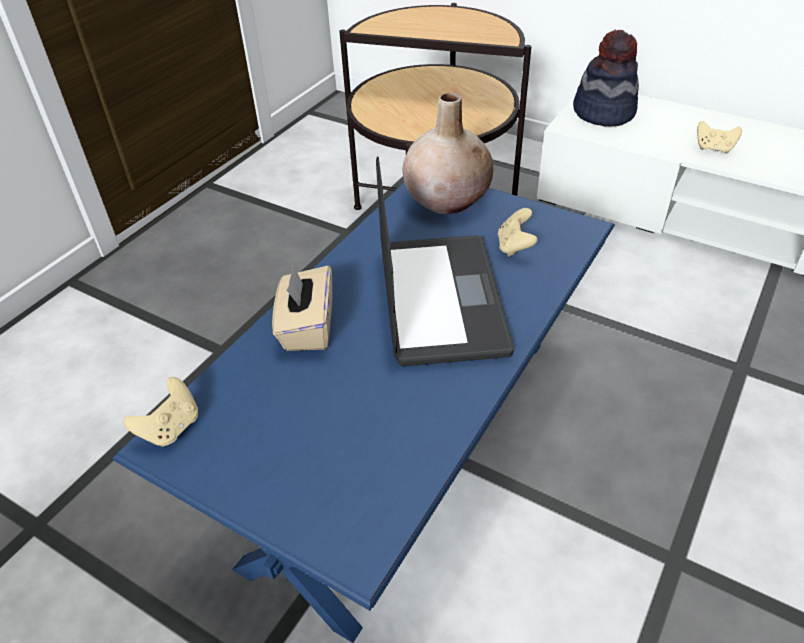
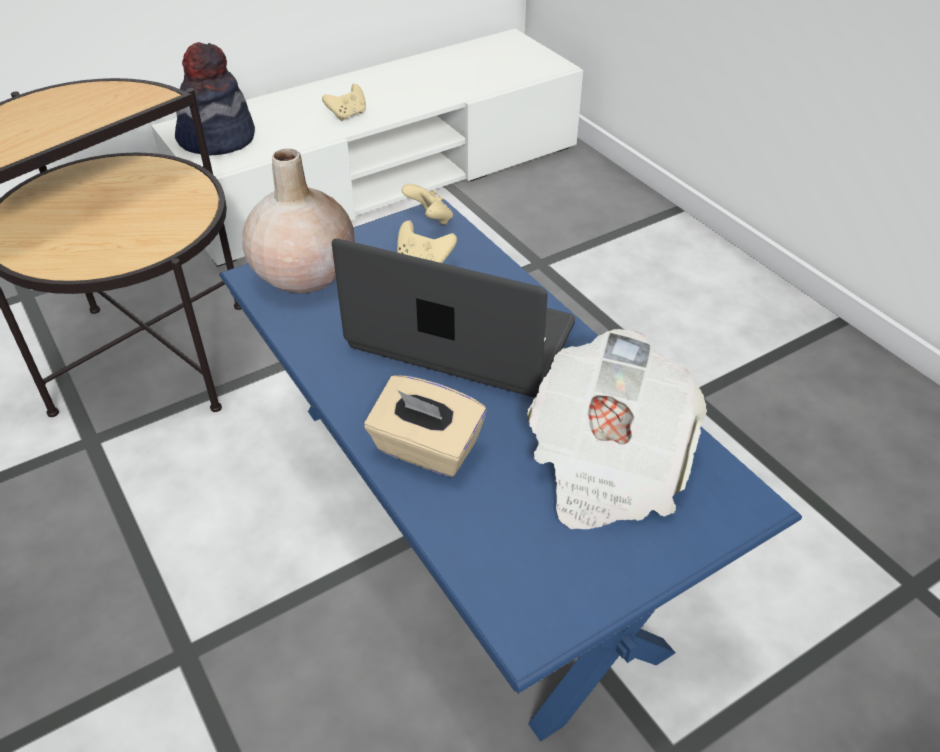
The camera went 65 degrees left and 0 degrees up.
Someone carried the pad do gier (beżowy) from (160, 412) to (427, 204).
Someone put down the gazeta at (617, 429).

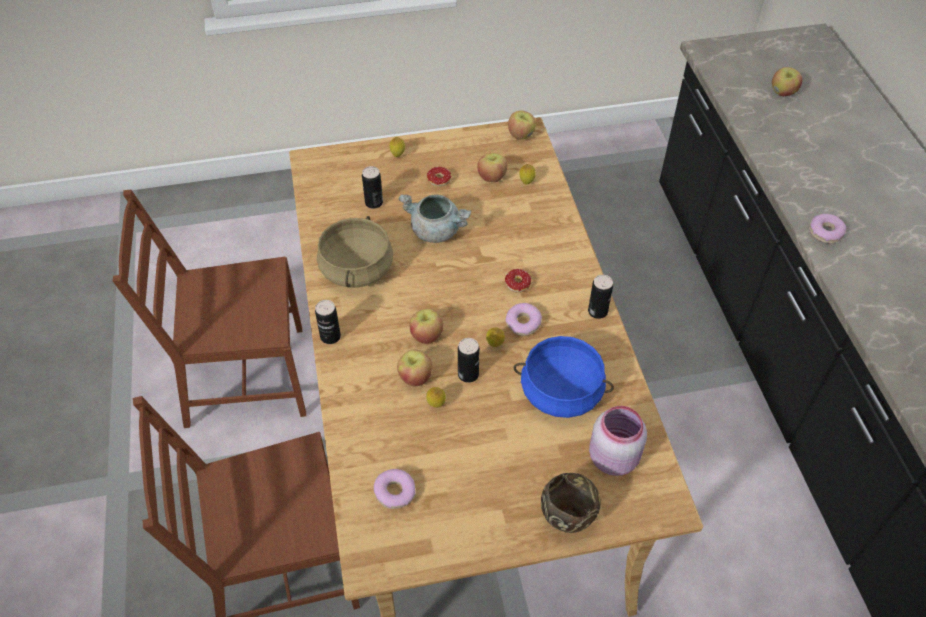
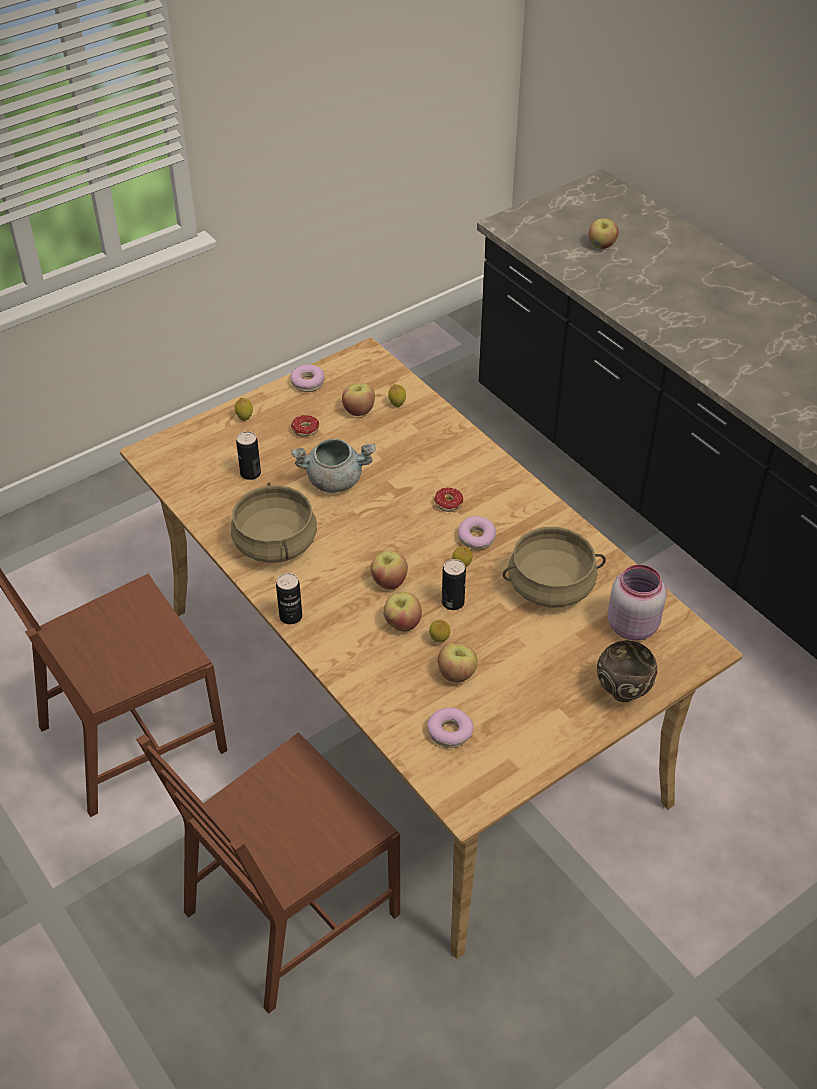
The camera went 25 degrees left and 5 degrees down.
Someone carried the donut from (827, 229) to (308, 378).
Someone carried the jabłko from (522, 125) to (457, 662).
Someone repainted the garnek (niebieski) at (564, 377), which became the garnek (beżowy) at (554, 567).
Someone took away the puszka at (600, 297).

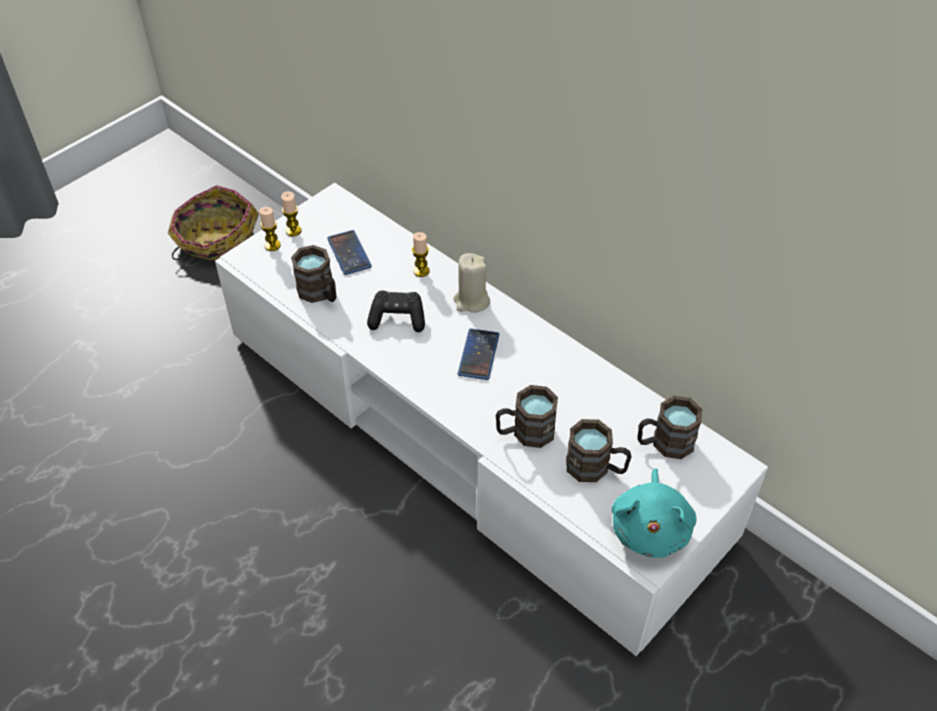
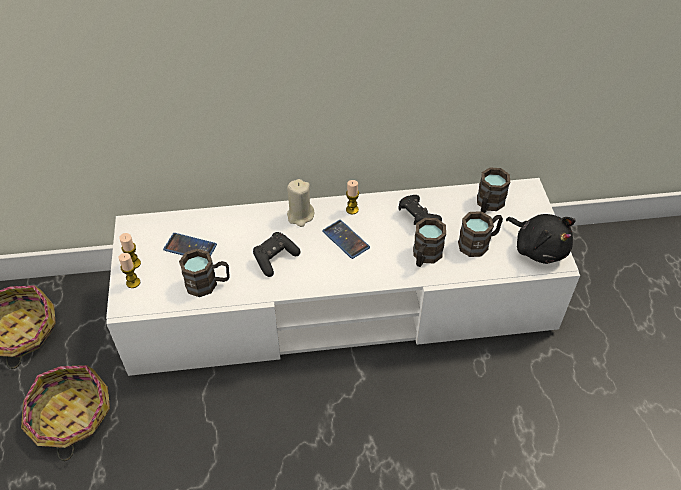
The camera went 50 degrees left and 0 degrees up.
Someone put down the koszyk at (65, 413).
Someone carried the świeca from (420, 254) to (352, 197).
Someone put down the pad do gier (czarny) at (420, 210).
Someone repainted the pluszak (turkusowy) at (654, 513), which became the pluszak (czarny) at (541, 239).

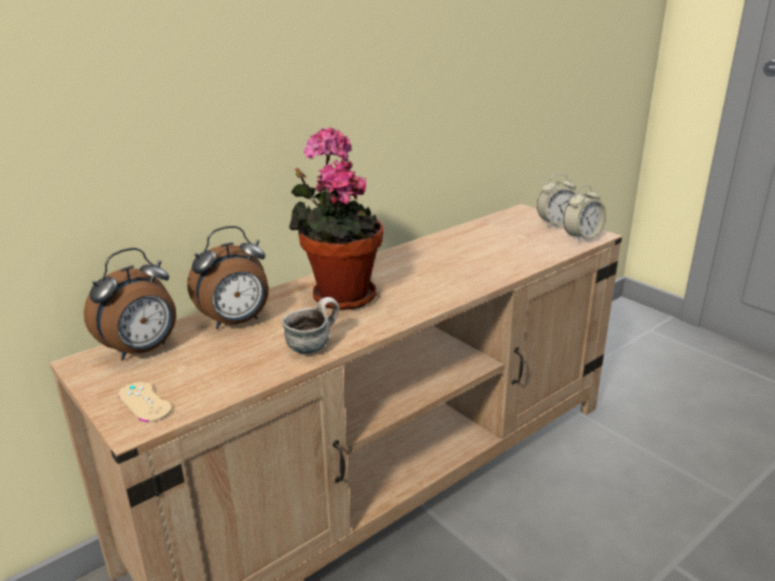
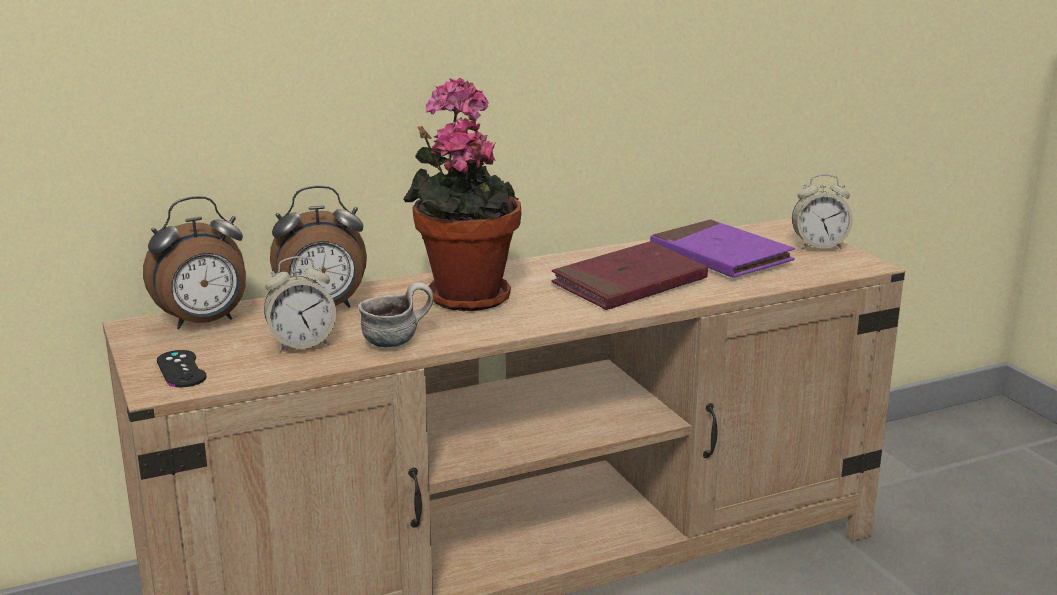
The camera went 15 degrees right and 5 degrees down.
Someone repainted the pad do gier (beżowy) at (145, 402), which became the pad do gier (czarny) at (181, 368).
Someone carried the budzik from (584, 214) to (300, 304).
Someone put down the książka (czerwony) at (629, 275).
Someone put down the książka (fioletowy) at (722, 248).

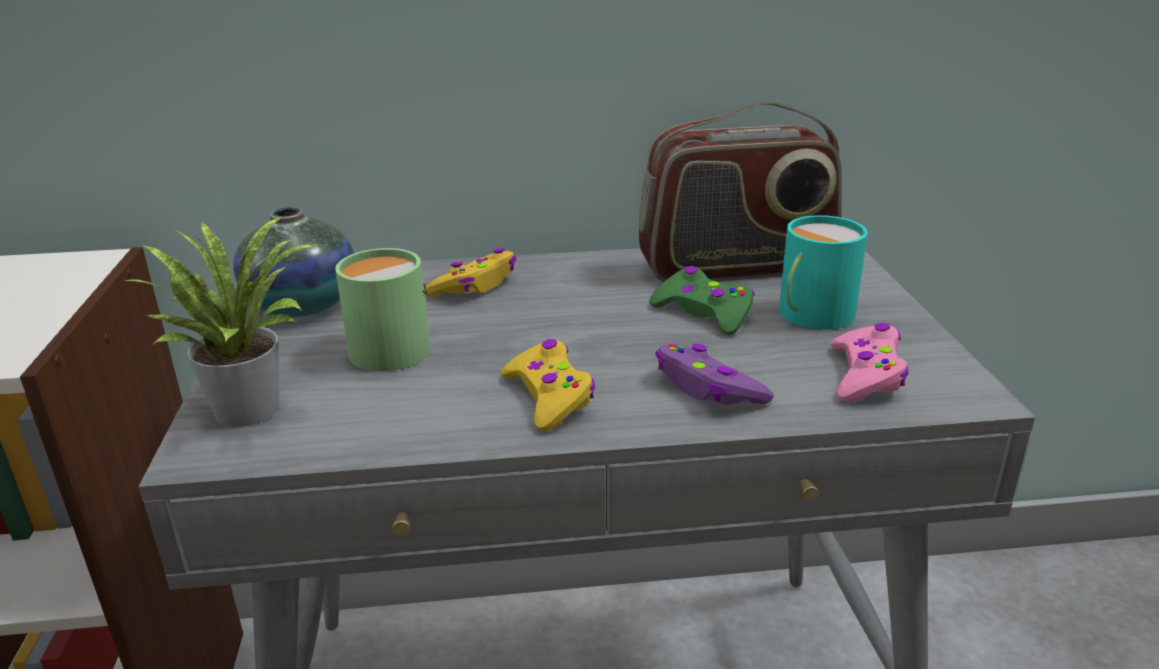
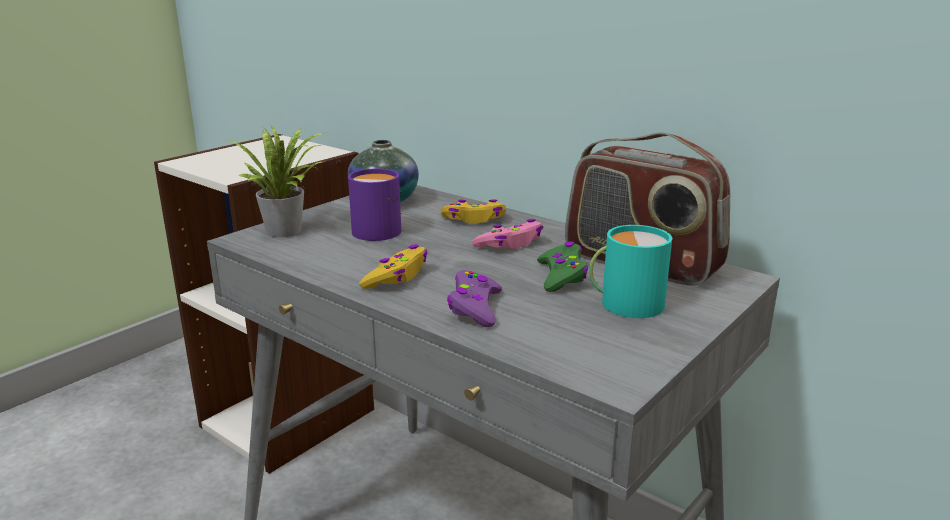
The camera went 45 degrees right and 5 degrees down.
Someone repainted the kubek (zielony) at (382, 310), which became the kubek (fioletowy) at (375, 205).
Someone carried the pad do gier (różowy) from (869, 362) to (507, 234).

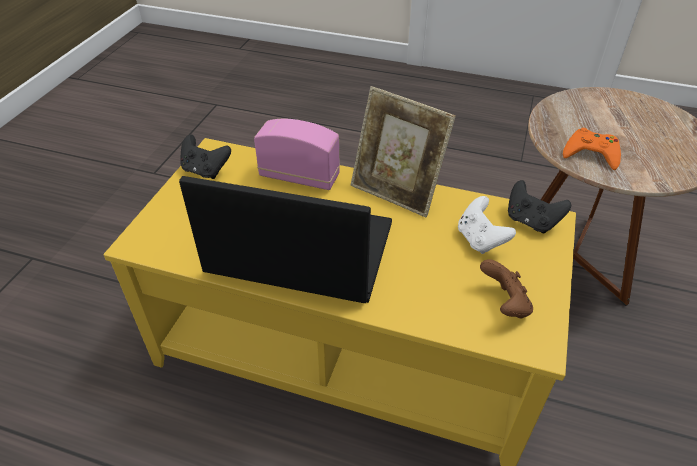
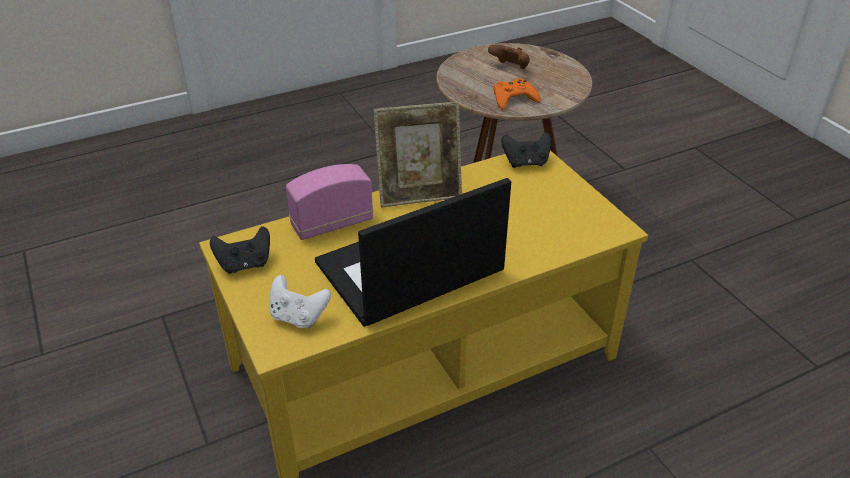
The camera went 45 degrees left and 5 degrees down.
Someone carried the pad do gier (biały) from (487, 225) to (300, 301).
Someone carried the pad do gier (brązowy) from (506, 289) to (509, 56).

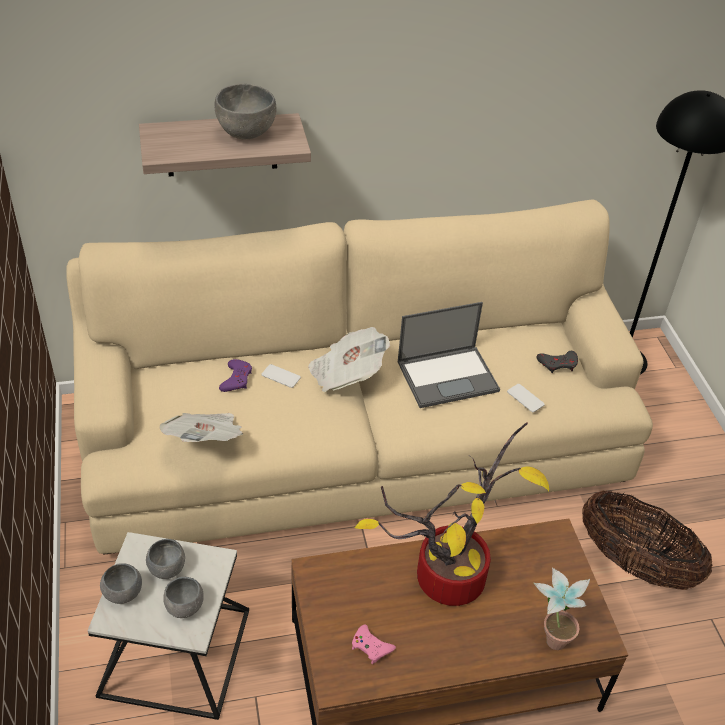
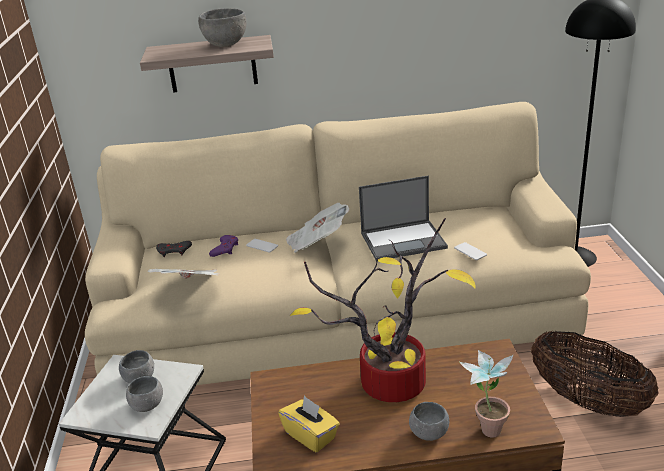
The camera went 10 degrees right and 15 degrees down.
Someone carried the pad do gier (szary) from (557, 362) to (174, 249).
Someone swapped the pad do gier (różowy) at (374, 644) for the pudełko chusteczek (żółty) at (309, 424).
Someone carried the miska (szary) from (121, 584) to (429, 421).

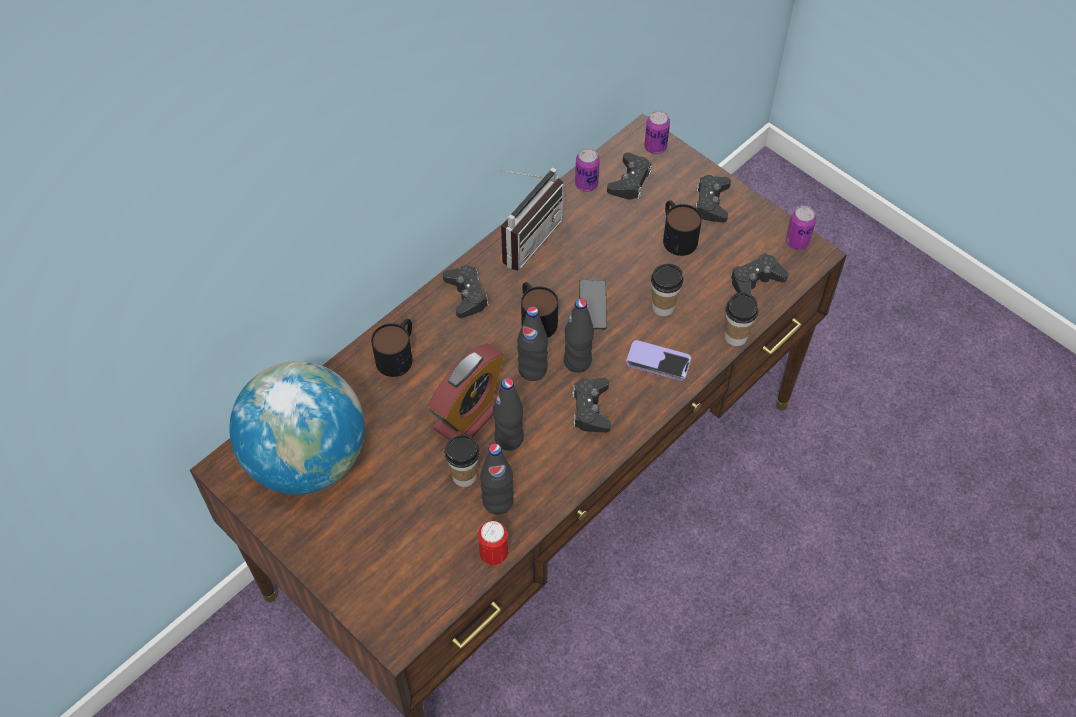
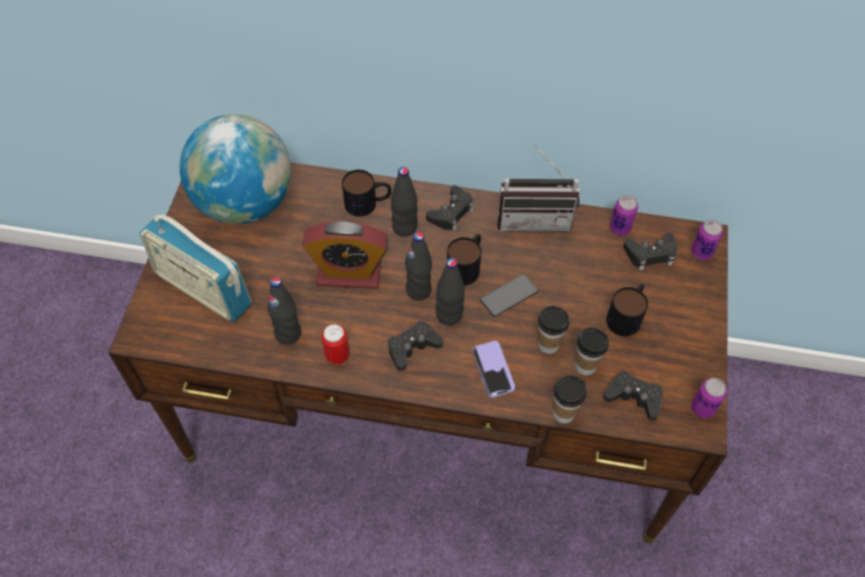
The camera went 55 degrees right and 0 degrees up.
Someone put down the radio at (196, 268).
Someone carried the puszka from (493, 543) to (335, 344).
Someone carried the butelka (czarny) from (508, 414) to (404, 202).
Someone carried the filiżanka from (462, 460) to (592, 351).
Someone took away the pad do gier (czarny) at (713, 199).

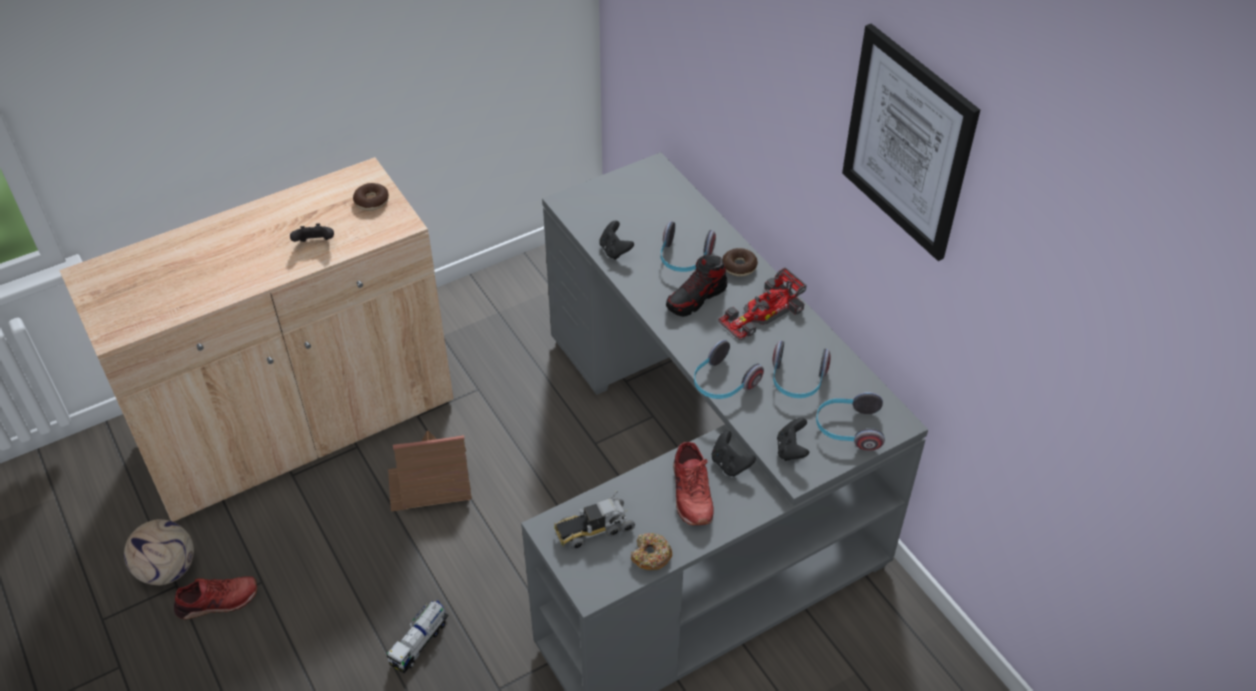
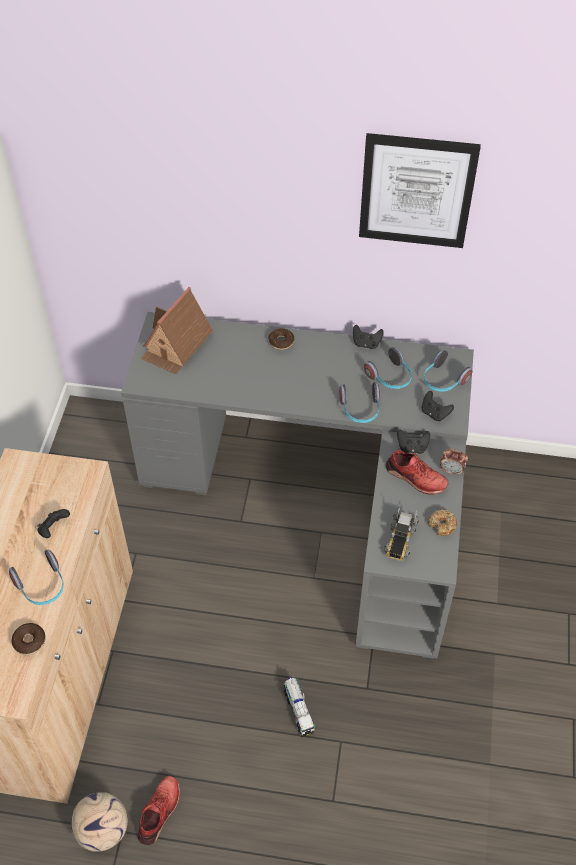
The camera went 50 degrees left and 5 degrees up.
Someone carried the słuchawki from (688, 246) to (36, 577).
Someone carried the donut from (371, 197) to (28, 639).
Someone carried the domek from (430, 471) to (177, 331).
Someone carried the pad do gier (czarny) from (616, 240) to (368, 337).
Someone put down the budzik at (454, 462).
Someone took away the but at (696, 286).
Someone took away the samochodzik at (762, 303).

